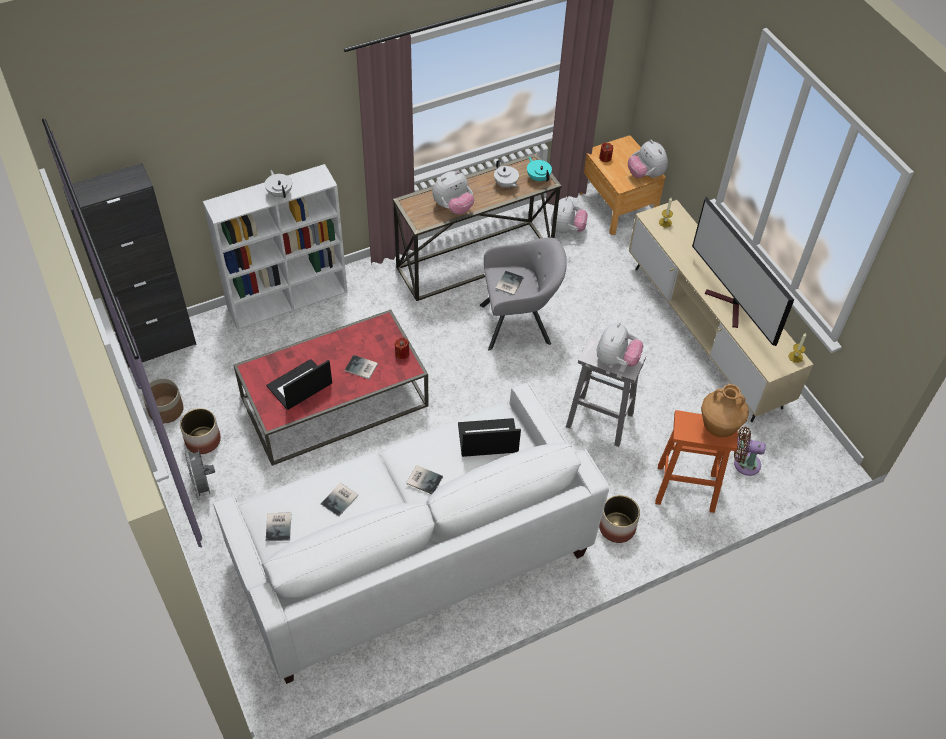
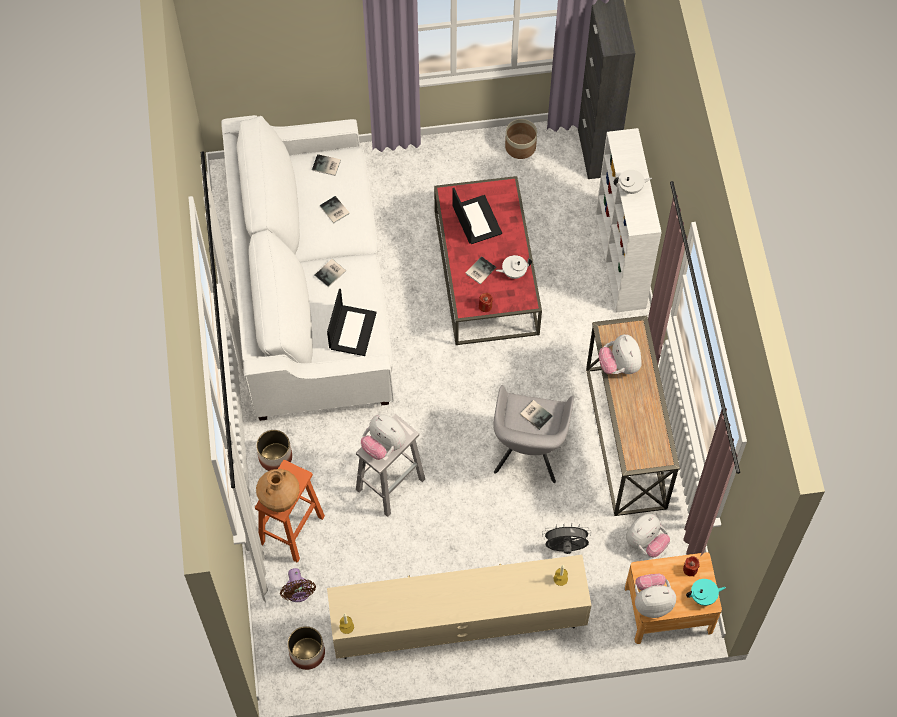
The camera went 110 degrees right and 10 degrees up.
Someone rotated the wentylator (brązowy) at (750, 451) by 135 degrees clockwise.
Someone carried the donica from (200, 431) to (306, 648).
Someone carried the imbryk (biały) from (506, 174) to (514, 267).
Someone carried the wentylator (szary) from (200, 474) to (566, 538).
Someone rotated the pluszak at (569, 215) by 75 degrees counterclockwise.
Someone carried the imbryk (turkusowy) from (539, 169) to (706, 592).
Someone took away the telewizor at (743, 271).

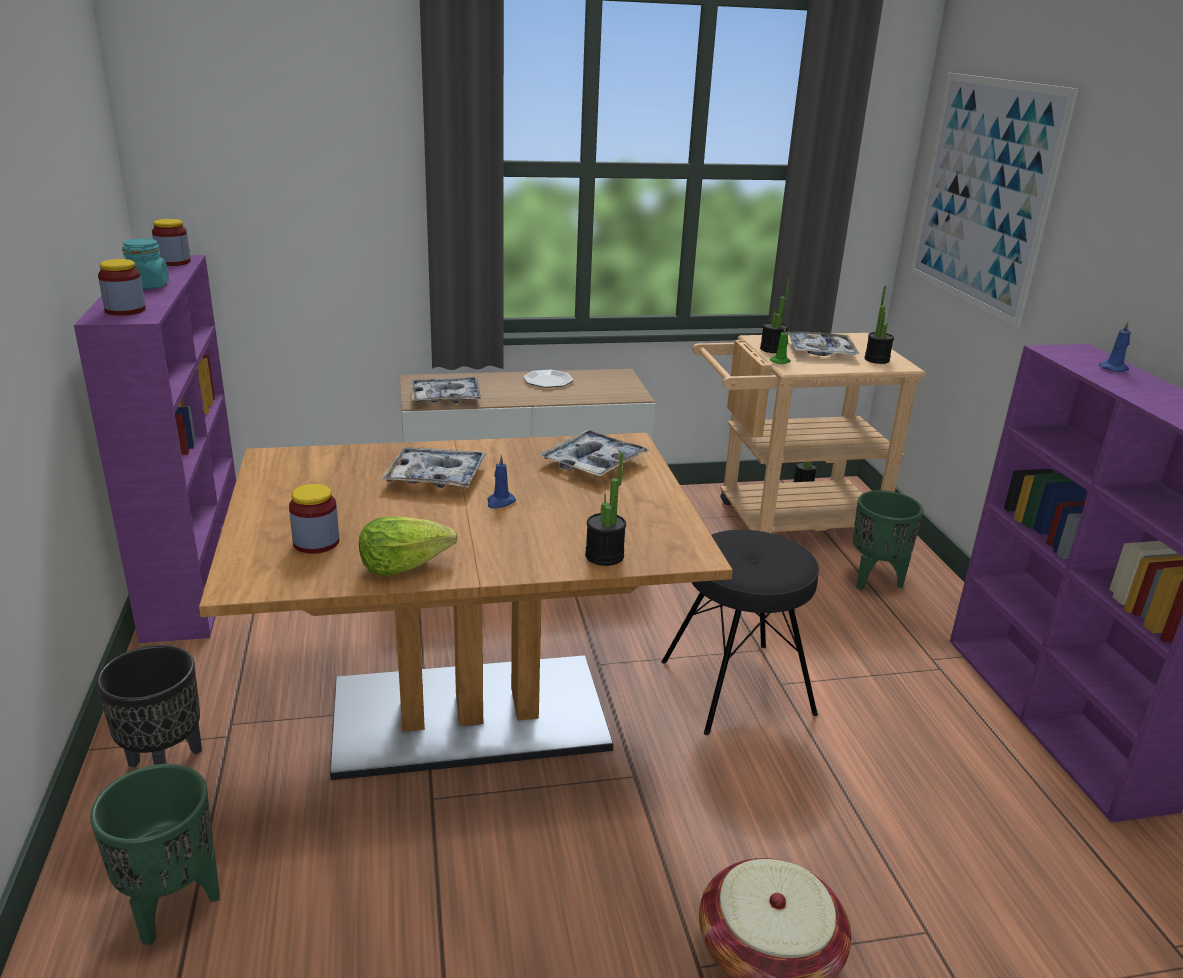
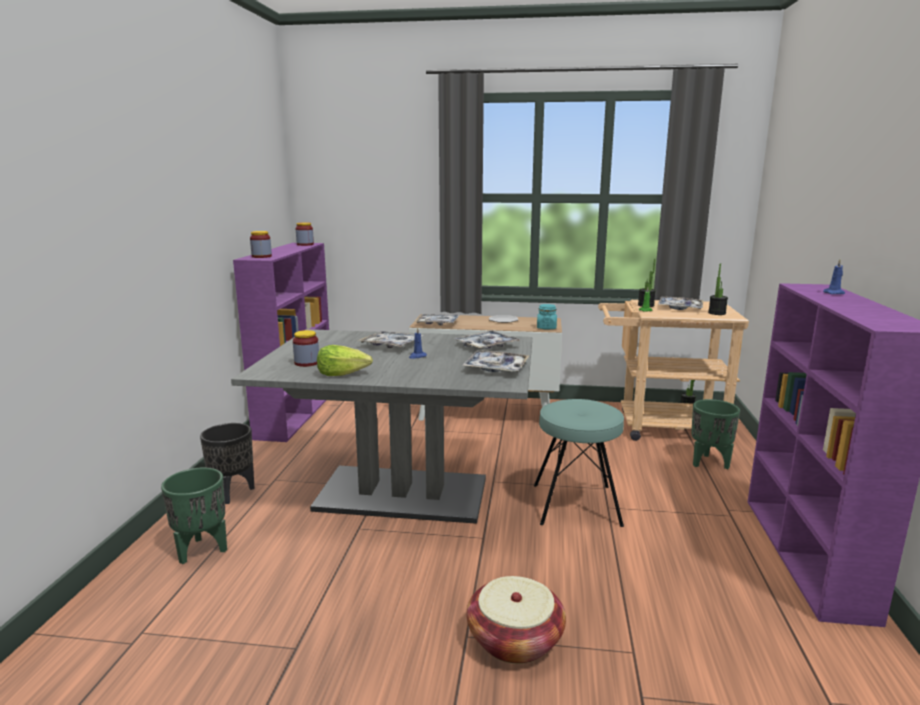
The camera went 20 degrees right and 10 degrees down.
Someone repainted the stół jadalny (brązowy) at (466, 606), which became the stół jadalny (szary) at (381, 426).
Someone put down the taca at (496, 361).
Someone repainted the stołek (czarny) at (740, 632), which became the stołek (turkusowy) at (579, 463).
Someone carried the słoik (turkusowy) from (145, 263) to (547, 317).
Someone took away the roślina doniczkowa at (605, 509).
Someone took away the obraz at (994, 200).

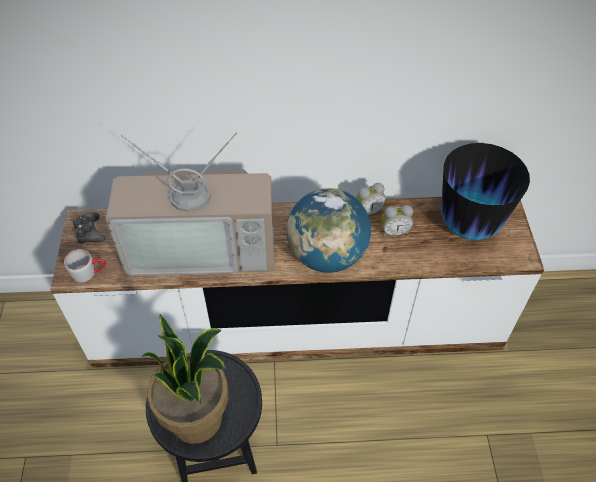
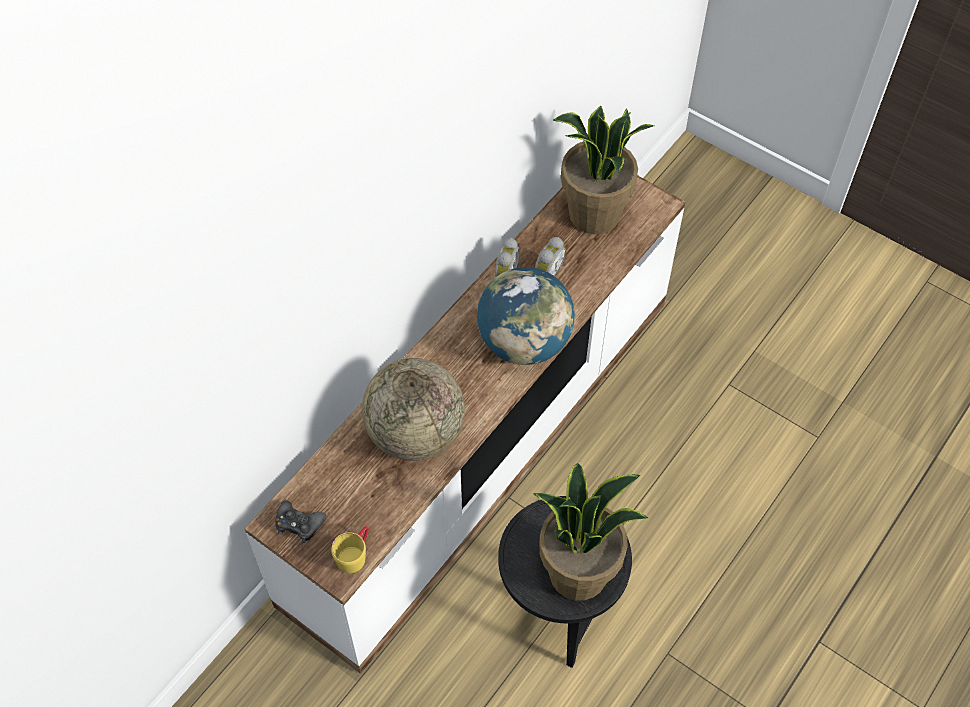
The camera went 50 degrees left and 5 degrees up.
Someone repainted the kubek (szary) at (85, 266), which became the kubek (żółty) at (350, 549).
Someone swapped the telewizor at (189, 204) for the globus at (413, 409).
Someone swapped the wazon at (485, 191) for the roślina doniczkowa at (603, 170).

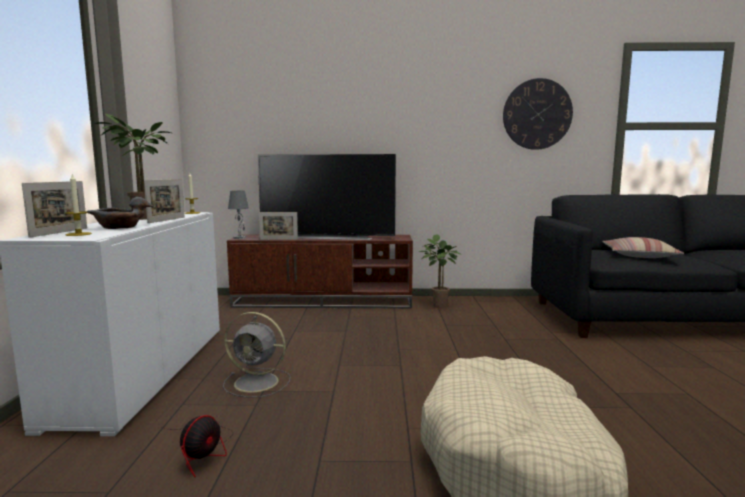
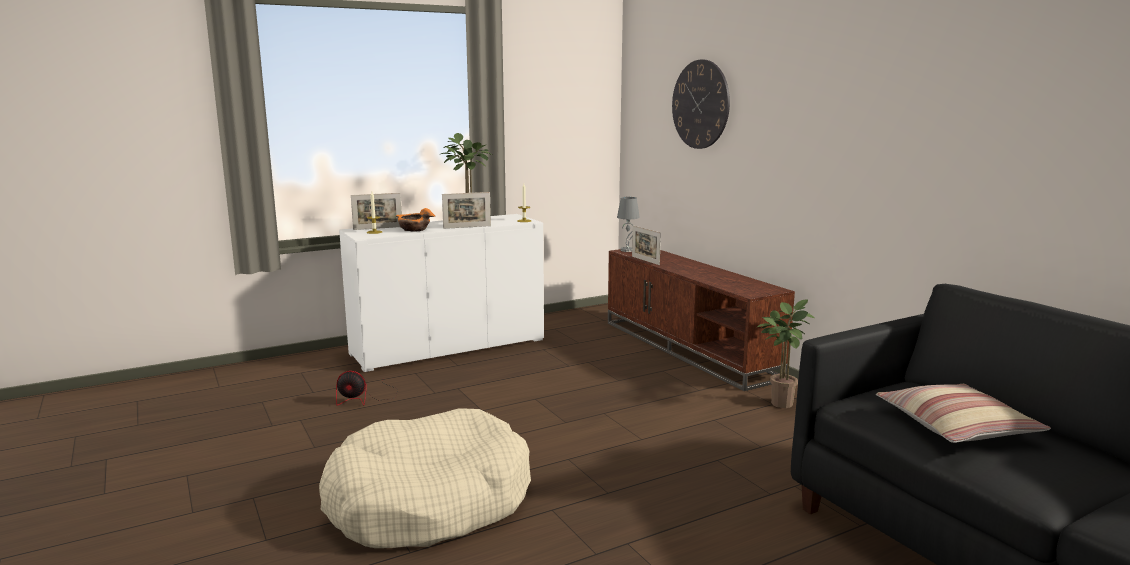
The camera went 60 degrees right and 5 degrees up.
Someone repainted the miska (szary) at (120, 213), which became the miska (pomarańczowy) at (415, 220).
Someone carried the zegar ścienny from (538, 114) to (701, 104).
Someone took away the wentylator (szary) at (257, 354).
Someone took away the telewizor at (327, 197).

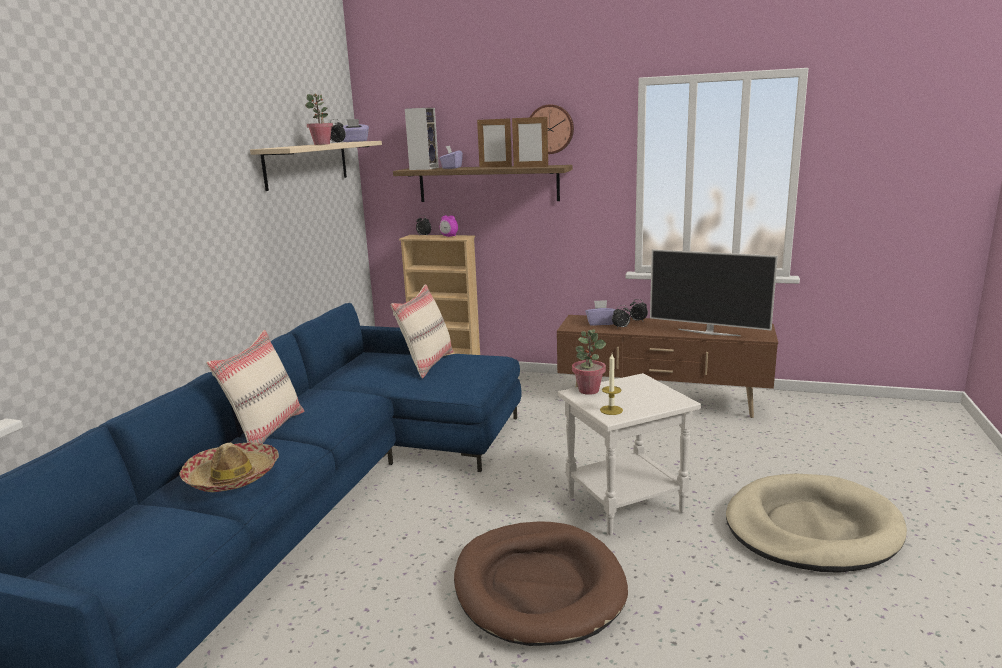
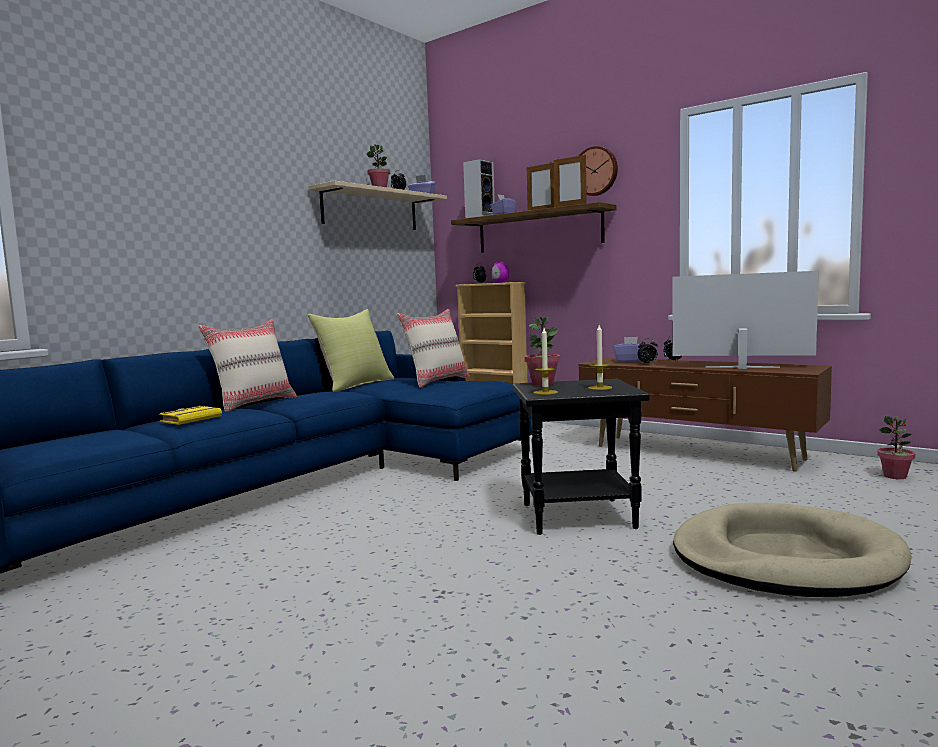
The camera went 20 degrees right and 10 degrees down.
Someone swapped the kapelusz at (229, 467) for the książka (żółty) at (190, 415).
Someone put down the poduszka (żółty) at (350, 350).
Someone repainted the stolik (biały) at (629, 454), which became the stolik (czarny) at (580, 457).
Someone put down the świeca at (600, 357).
Someone rotated the telewizor at (714, 292) by 150 degrees clockwise.
Someone put down the roślina doniczkowa at (896, 447).
Someone took away the legowisko (brązowy) at (541, 583).

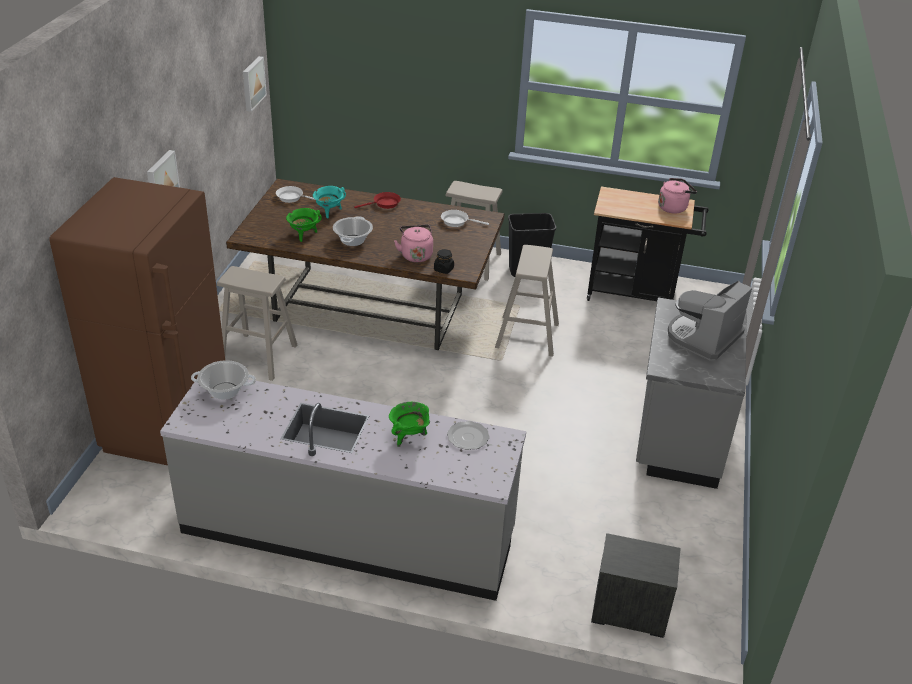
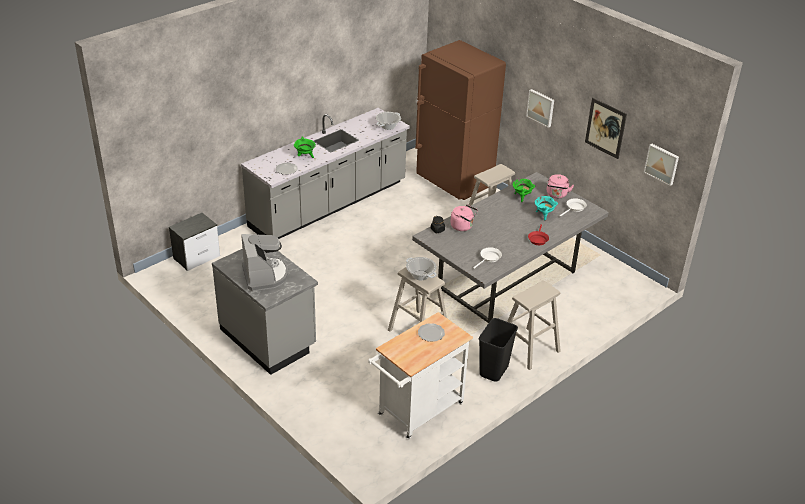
The camera went 125 degrees right and 0 degrees up.
Someone repainted the wózek (czarny) at (647, 243), which became the wózek (biały) at (420, 375).
Someone carried the garnek from (353, 231) to (421, 268).
Someone repainted the stół jadalny (brązowy) at (365, 264), which became the stół jadalny (szary) at (510, 247).
Someone put down the talerz at (431, 332).
Someone carried the czajnik (różowy) from (677, 196) to (560, 186).
Someone put up the obraz at (606, 128).

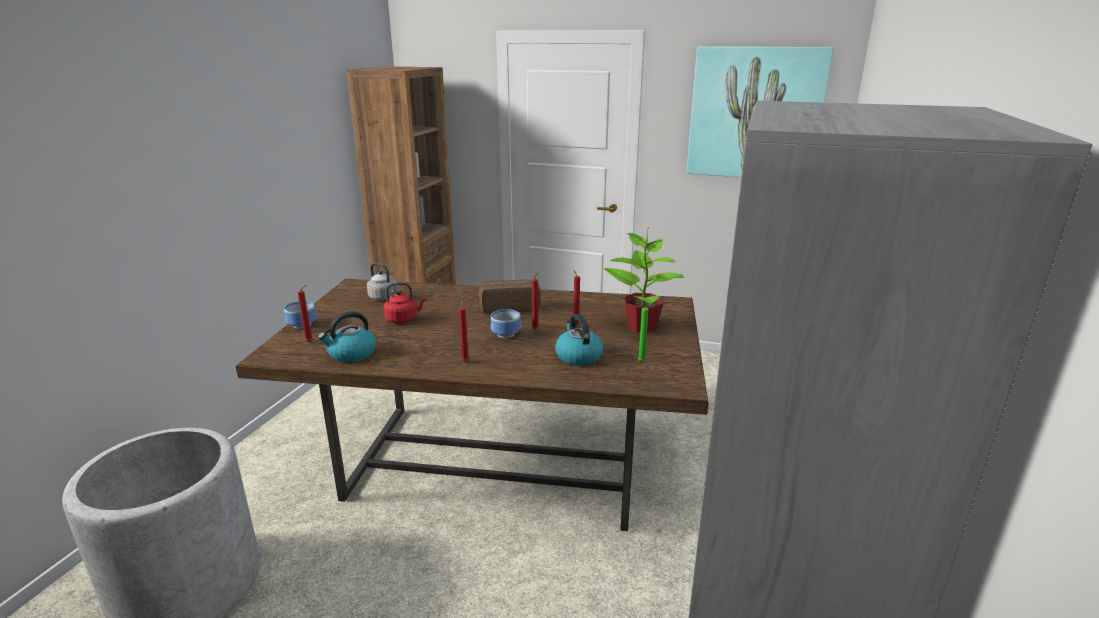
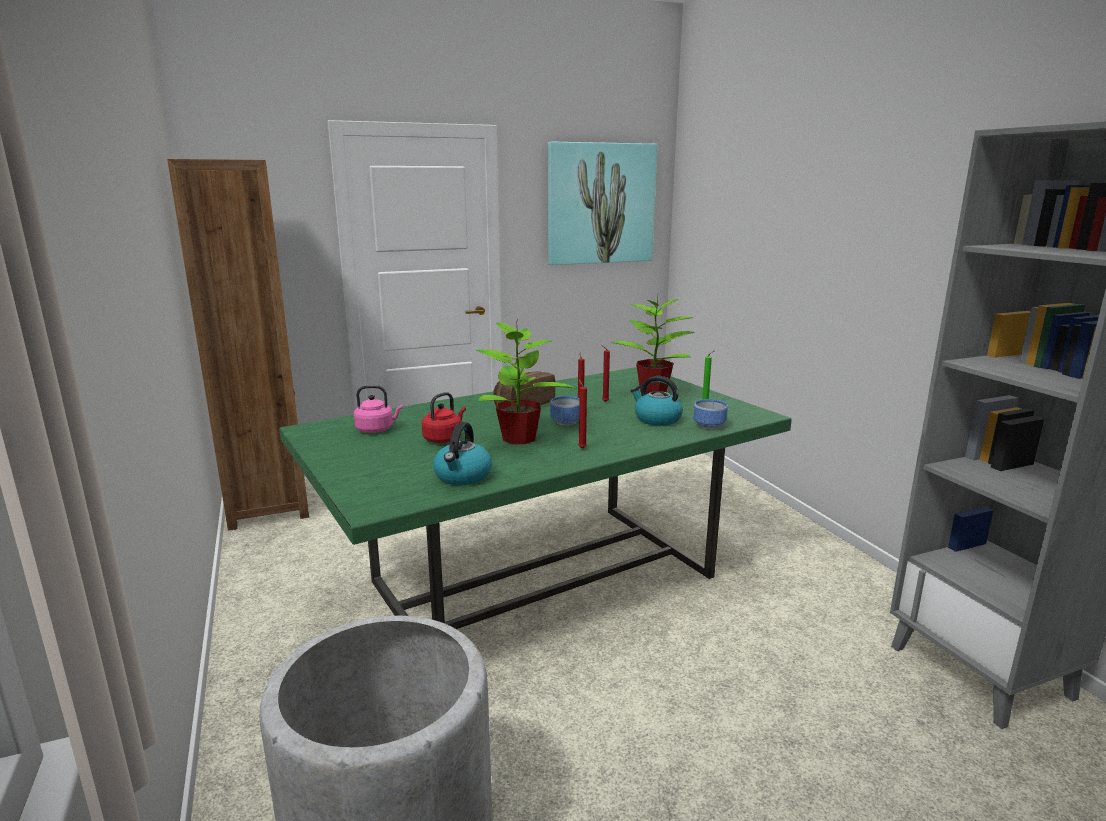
The camera went 40 degrees left and 5 degrees down.
Someone repainted the stół jadalny (brązowy) at (472, 405), which became the stół jadalny (zielony) at (535, 498).
Someone repainted the czajnik (szary) at (383, 281), which became the czajnik (różowy) at (378, 409).
Someone put down the roślina doniczkowa at (526, 381).
Someone carried the miska from (300, 315) to (710, 414).
Someone took away the świeca (czerwony) at (305, 313).

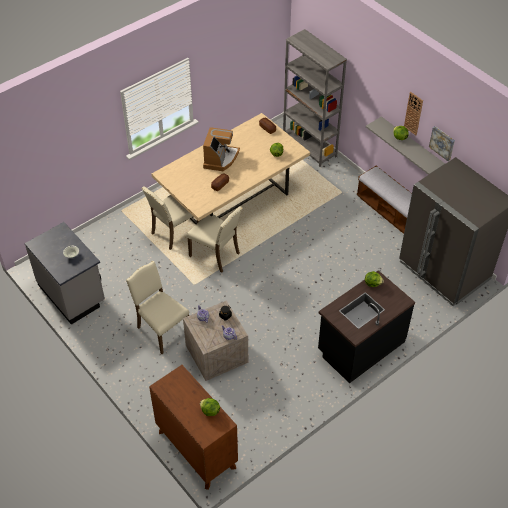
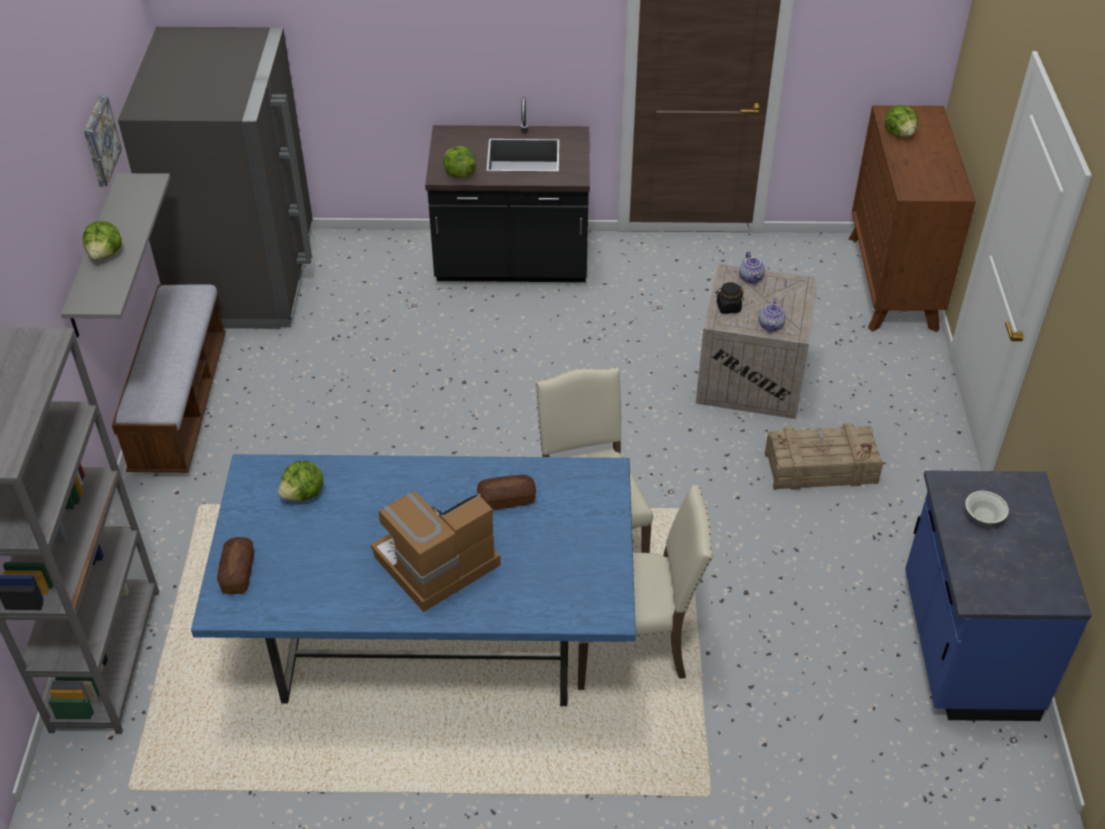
The camera went 140 degrees left and 5 degrees down.
Someone repainted the stół jadalny (beżowy) at (230, 168), which became the stół jadalny (niebieski) at (413, 580).
Someone swapped the krzesło (beżowy) at (157, 307) for the skrzynka at (824, 456).
Someone repainted the zabudowa kuchenna (szary) at (64, 273), which became the zabudowa kuchenna (niebieski) at (998, 595).
Someone took away the zegar ścienny at (413, 113).

